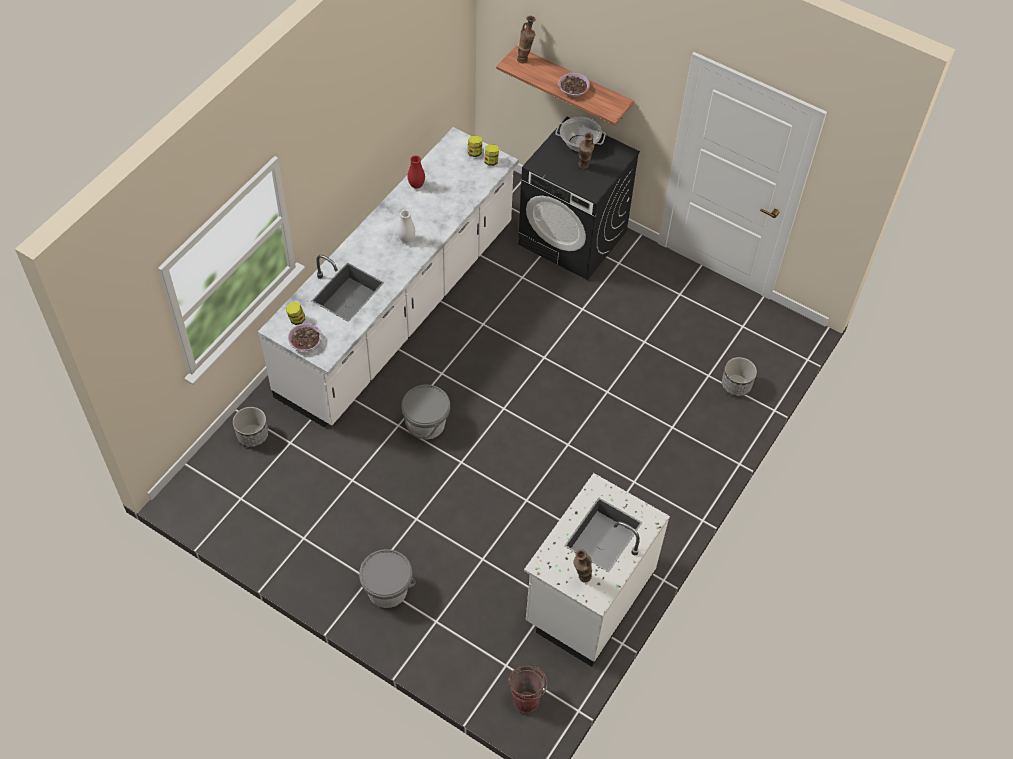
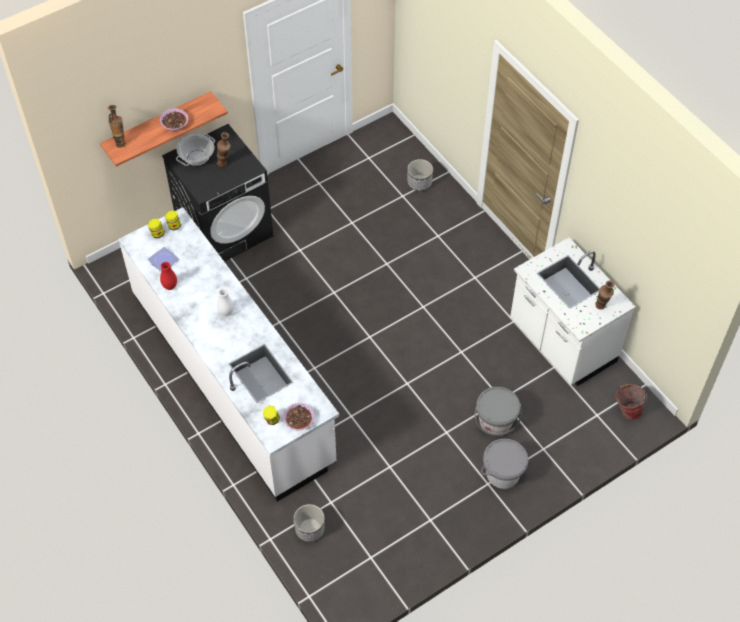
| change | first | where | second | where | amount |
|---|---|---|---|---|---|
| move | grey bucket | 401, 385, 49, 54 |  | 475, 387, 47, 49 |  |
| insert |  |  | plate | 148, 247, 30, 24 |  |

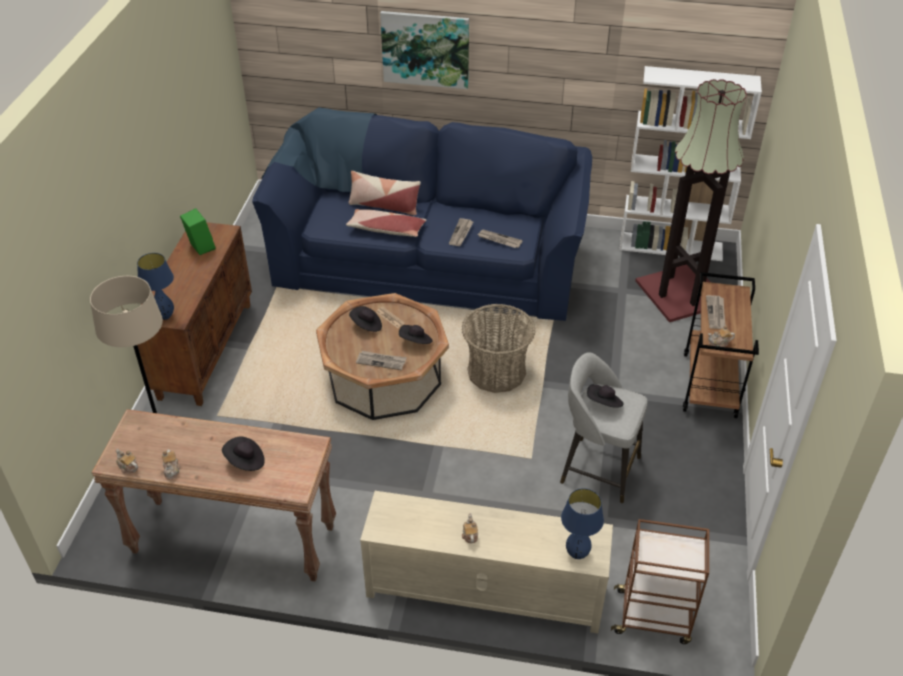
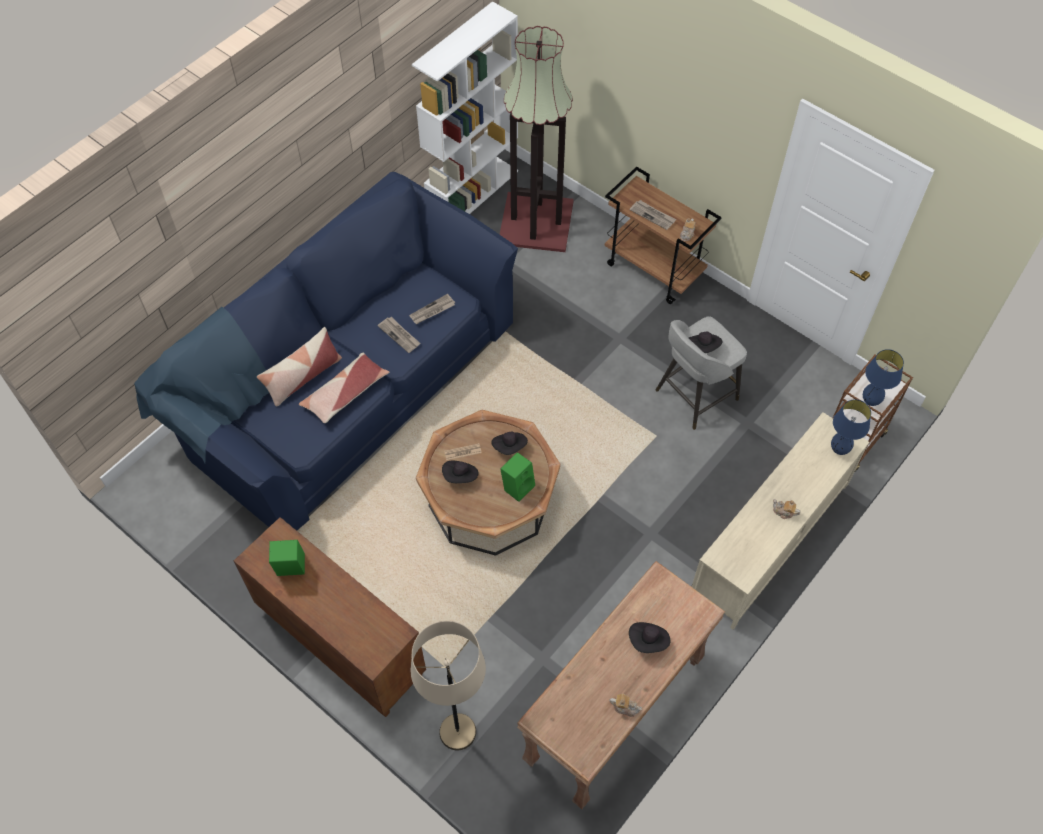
| change | first | where | second | where | amount |
|---|---|---|---|---|---|
| delete | picture | 380, 11, 89, 78 |  |  |  |
| move | blue table lamp | 137, 253, 37, 67 |  | 863, 349, 41, 57 |  |
| delete | basket | 462, 304, 74, 89 |  |  |  |
| replace | newspaper | 356, 351, 51, 19 | green speaker | 500, 452, 35, 50 |  |
| delete | teapot | 115, 449, 23, 25 |  |  |  |

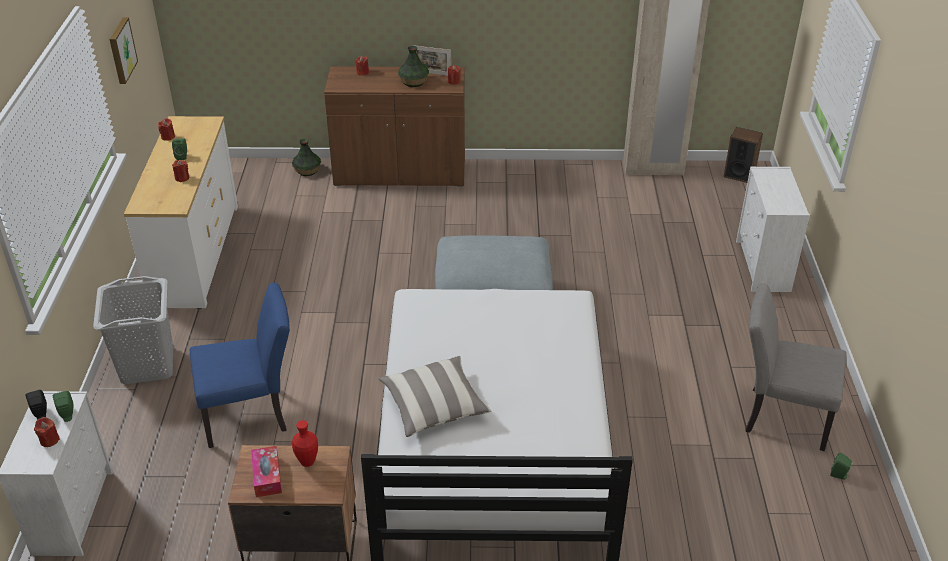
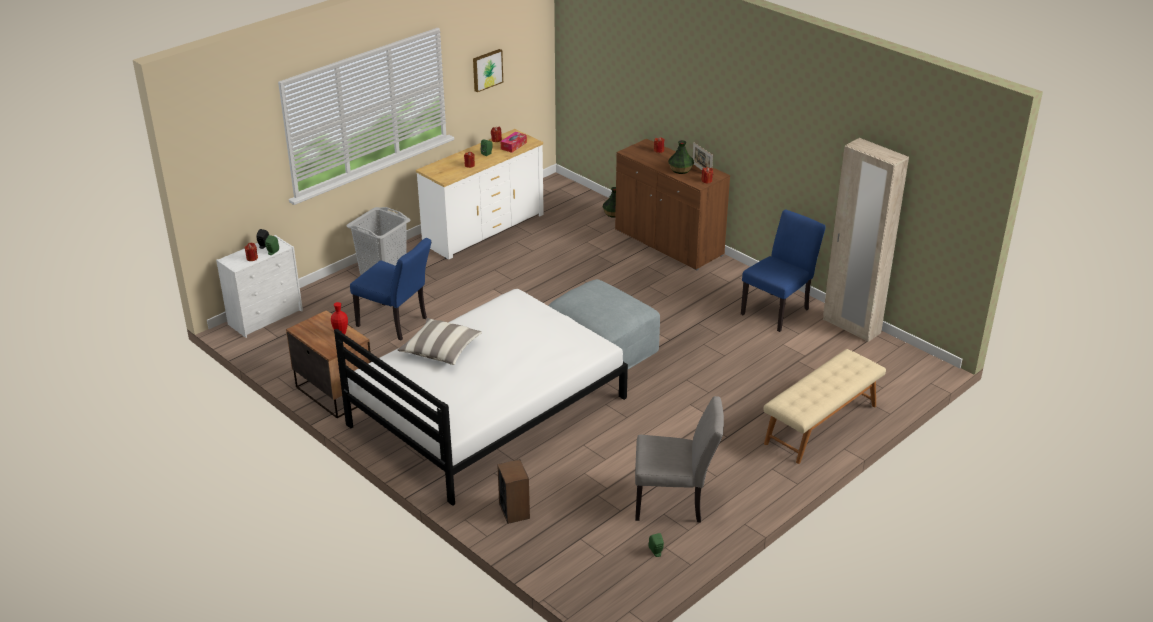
| change | first | where | second | where | amount |
|---|---|---|---|---|---|
| move | speaker | 724, 127, 39, 56 |  | 497, 459, 33, 65 |  |
| replace | white dresser | 736, 167, 74, 125 | beige bench | 763, 349, 123, 115 |  |
| rotate | grey chair | 745, 284, 101, 167 |  | 635, 396, 89, 127 | 120 degrees clockwise |
| move | tissue box | 251, 446, 31, 51 |  | 501, 132, 26, 21 |  |
| insert |  |  | blue chair | 741, 209, 85, 123 |  |

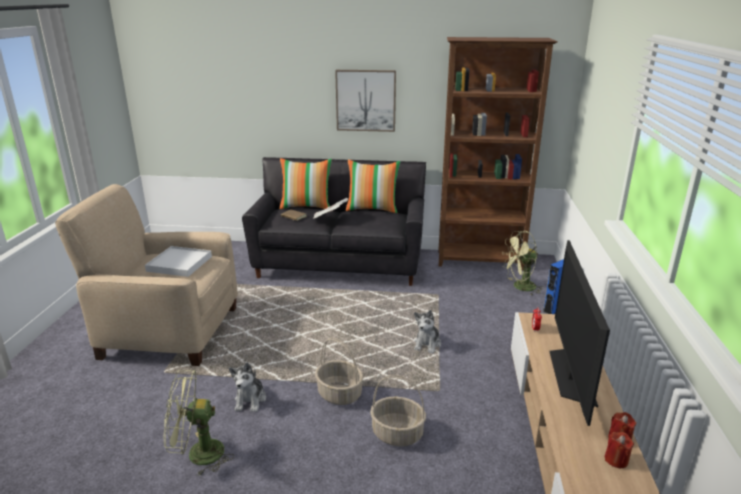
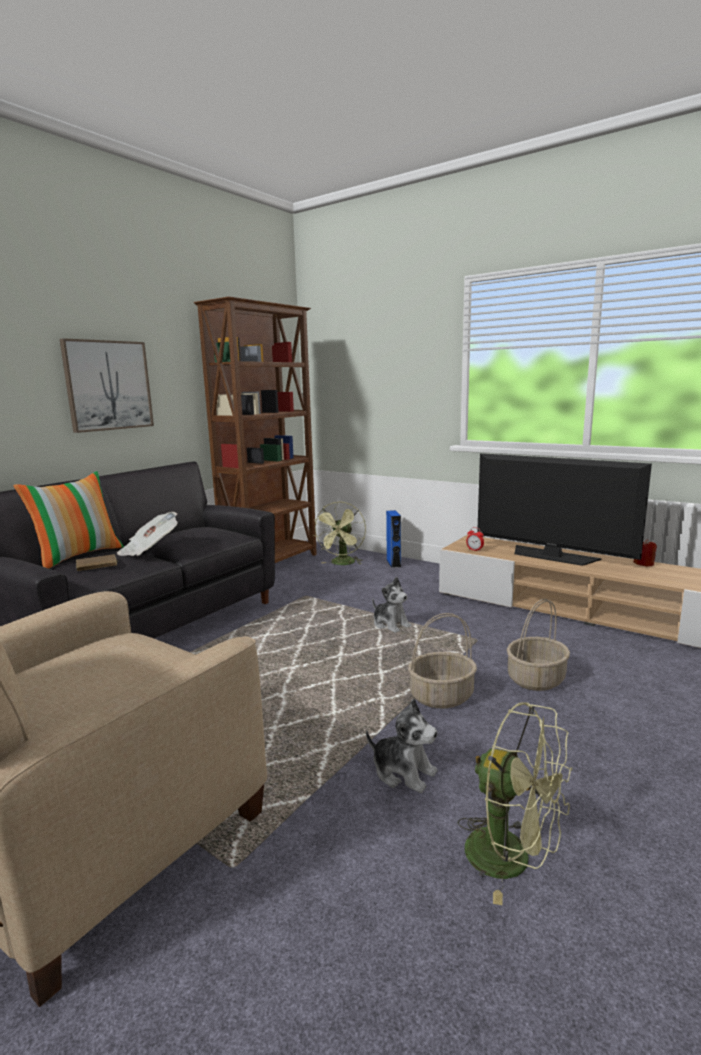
| change | first | where | second | where | amount |
|---|---|---|---|---|---|
| delete | pillow | 346, 160, 54, 53 |  |  |  |
| delete | white tray | 145, 246, 67, 31 |  |  |  |
| rotate | green fan | 164, 370, 70, 107 |  | 458, 703, 114, 202 | 75 degrees counterclockwise |
| delete | red candle | 605, 432, 29, 36 |  |  |  |

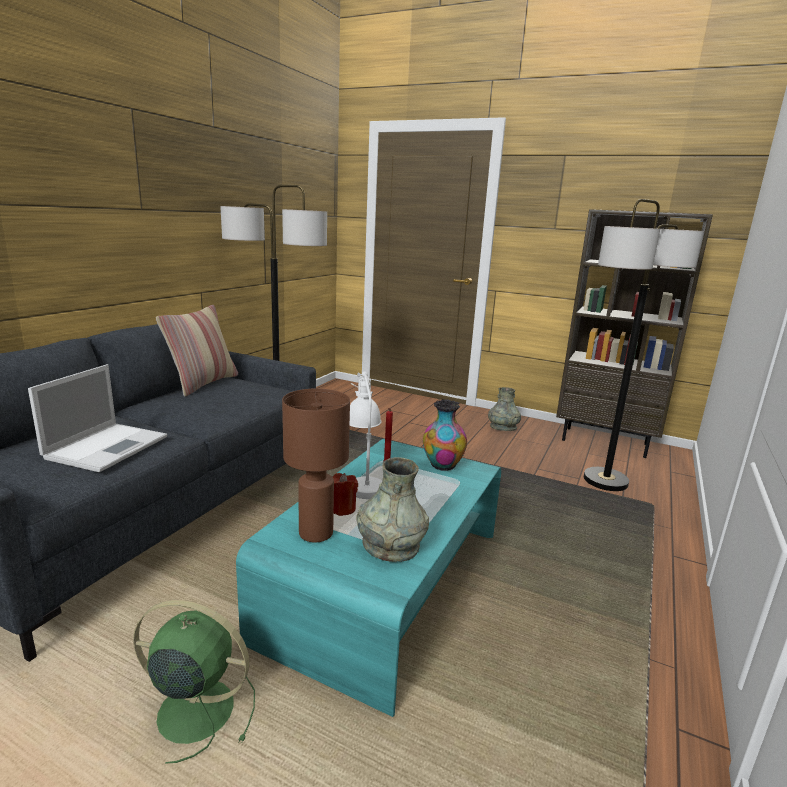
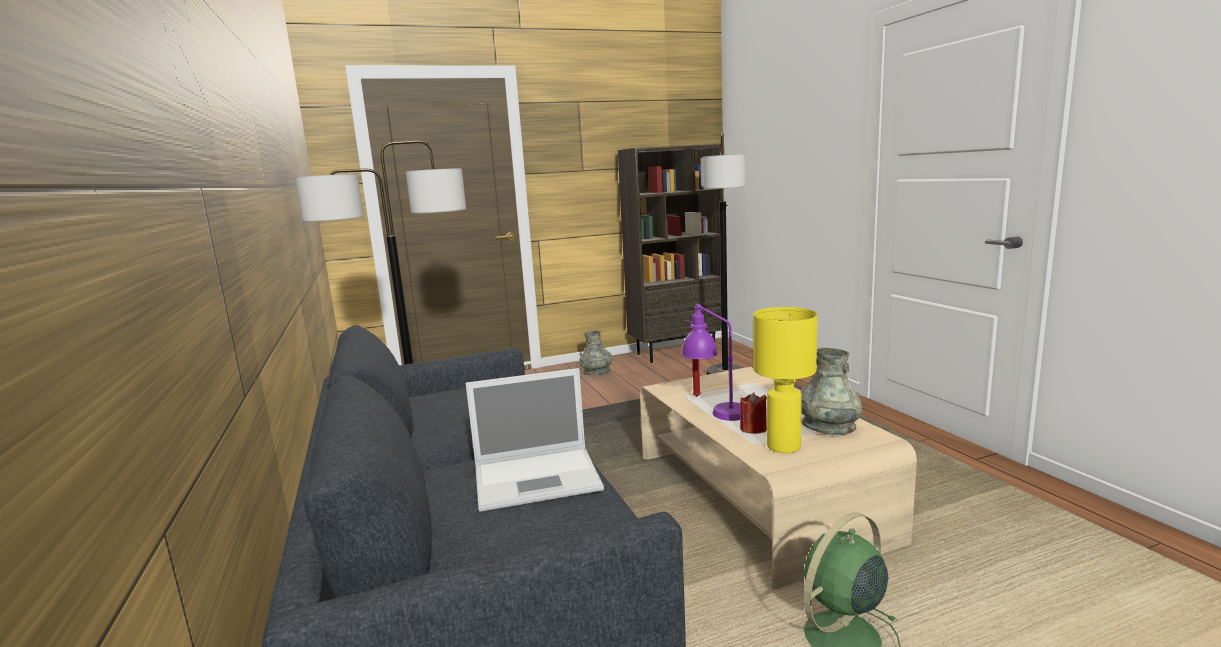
| change | first | where | second | where | amount |
|---|---|---|---|---|---|
| delete | pillow | 156, 305, 82, 92 |  |  |  |
| rotate | laptop | 28, 364, 139, 108 |  | 466, 368, 138, 144 | 105 degrees clockwise |
| recolor | white table lamp | 350, 372, 32, 127 | purple table lamp | 681, 304, 59, 117 |  |
| recolor | brown table lamp | 282, 388, 68, 154 | yellow table lamp | 753, 307, 65, 146 |  |
| delete | vase | 423, 399, 44, 72 |  |  |  |
| recolor | turquoise coffee table | 236, 439, 265, 278 | beige coffee table | 640, 367, 277, 222 |  |

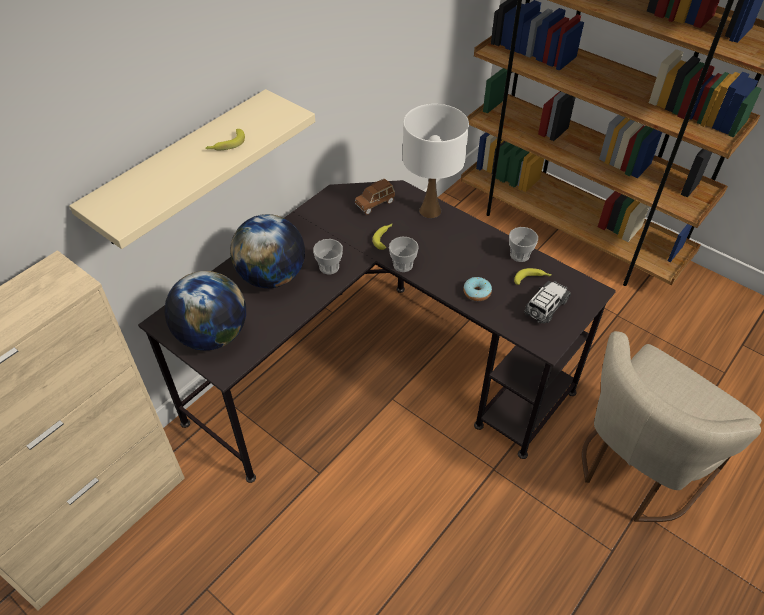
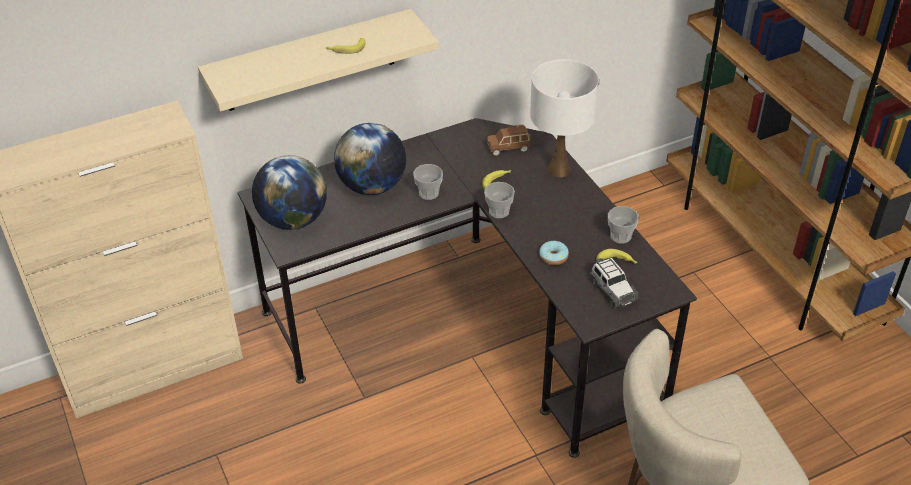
| change | first | where | second | where | amount |
|---|---|---|---|---|---|
| rotate | toy car | 524, 281, 47, 43 |  | 589, 258, 50, 50 | 90 degrees clockwise |

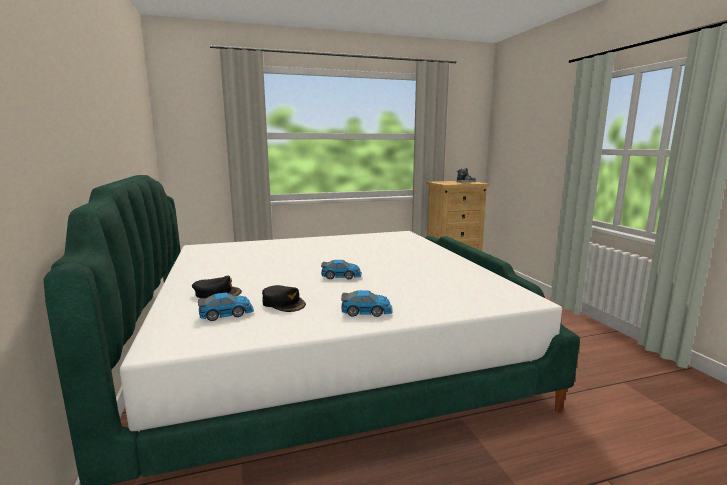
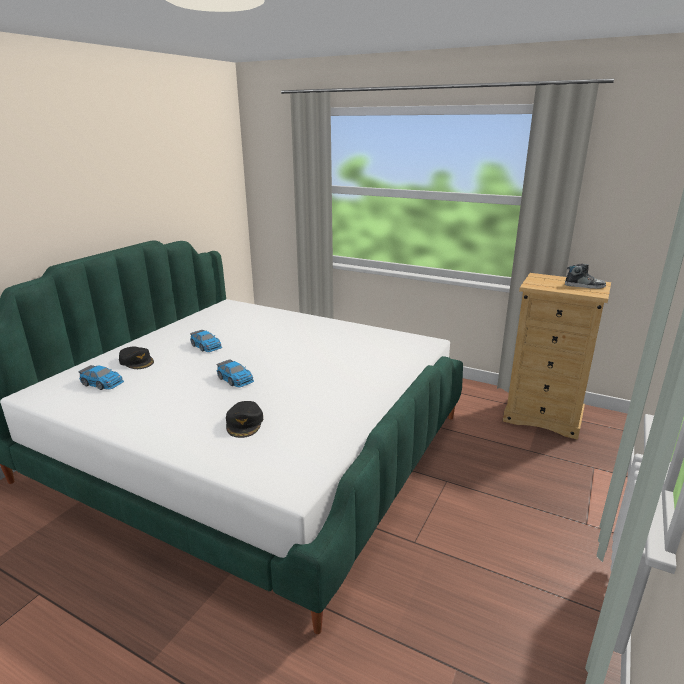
| change | first | where | second | where | amount |
|---|---|---|---|---|---|
| move | black cap | 262, 285, 44, 27 |  | 226, 401, 37, 37 |  |
| move | toy car | 341, 290, 51, 27 |  | 190, 330, 32, 22 |  |

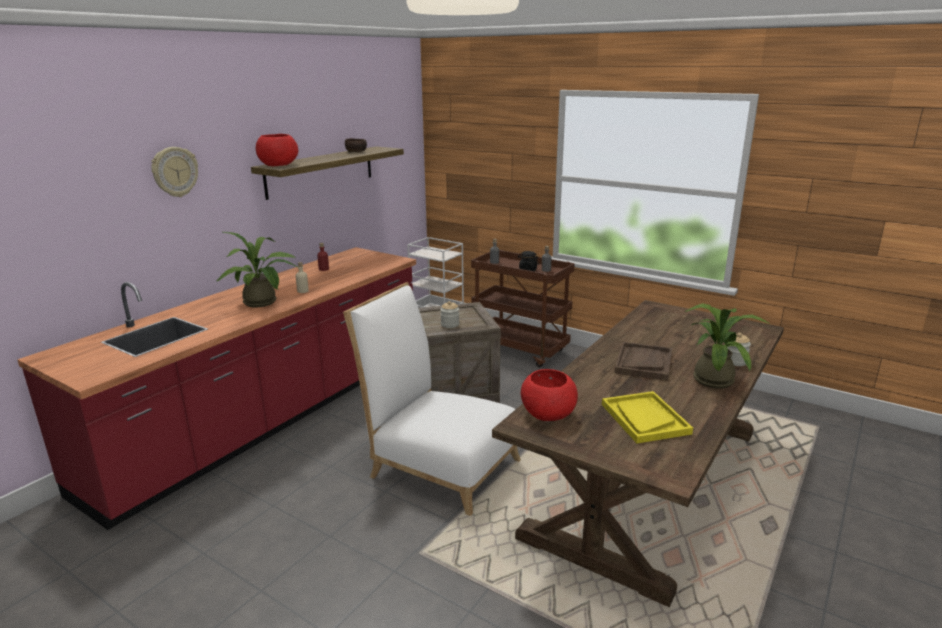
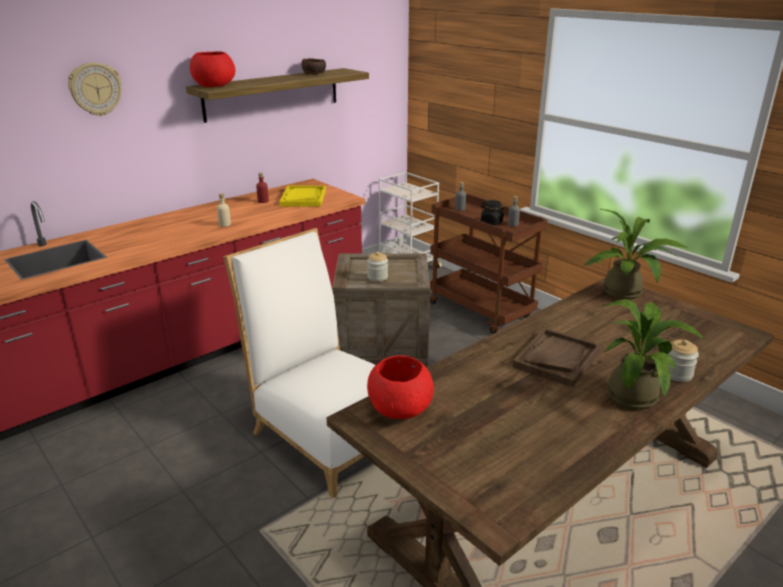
| change | first | where | second | where | amount |
|---|---|---|---|---|---|
| move | potted plant | 217, 232, 82, 76 |  | 584, 208, 103, 92 |  |
| move | yellow tray | 602, 391, 91, 52 |  | 279, 186, 47, 21 |  |

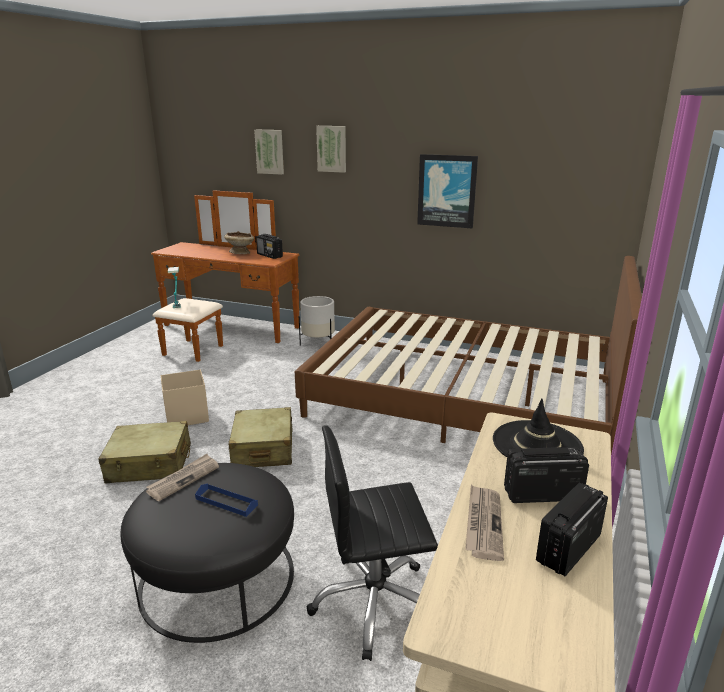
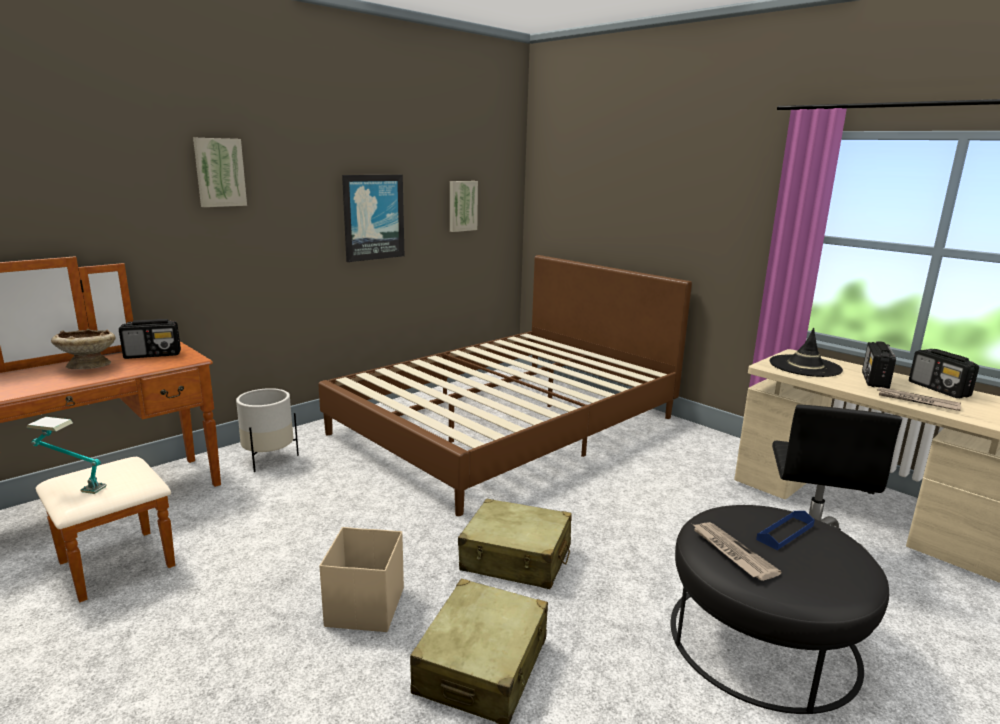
| change | first | where | second | where | amount |
|---|---|---|---|---|---|
| move | picture | 254, 130, 30, 45 |  | 450, 181, 28, 51 |  |

